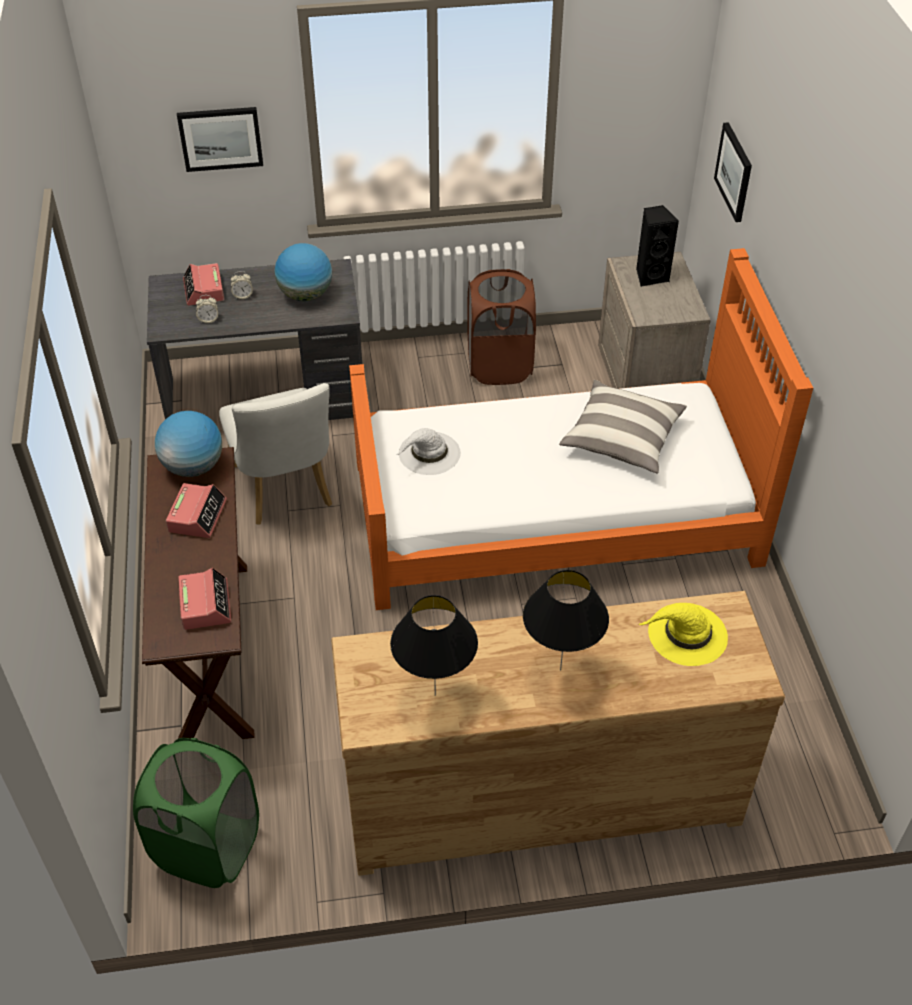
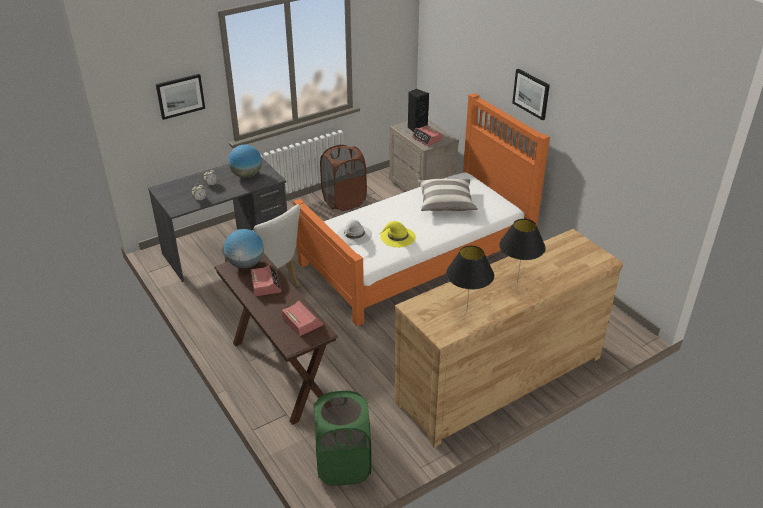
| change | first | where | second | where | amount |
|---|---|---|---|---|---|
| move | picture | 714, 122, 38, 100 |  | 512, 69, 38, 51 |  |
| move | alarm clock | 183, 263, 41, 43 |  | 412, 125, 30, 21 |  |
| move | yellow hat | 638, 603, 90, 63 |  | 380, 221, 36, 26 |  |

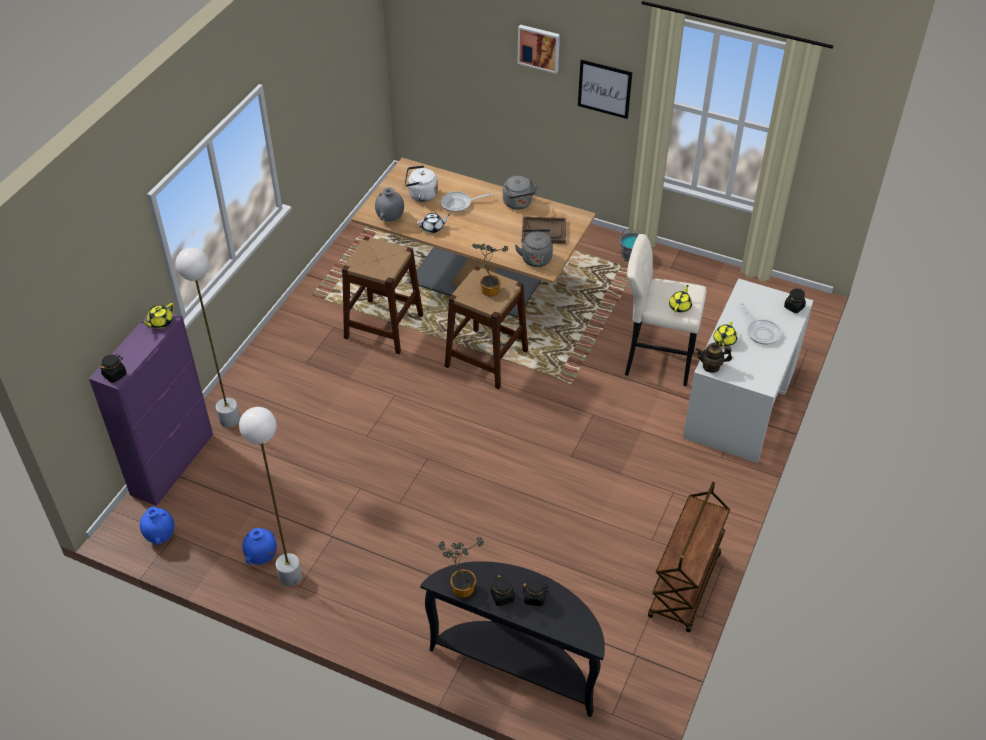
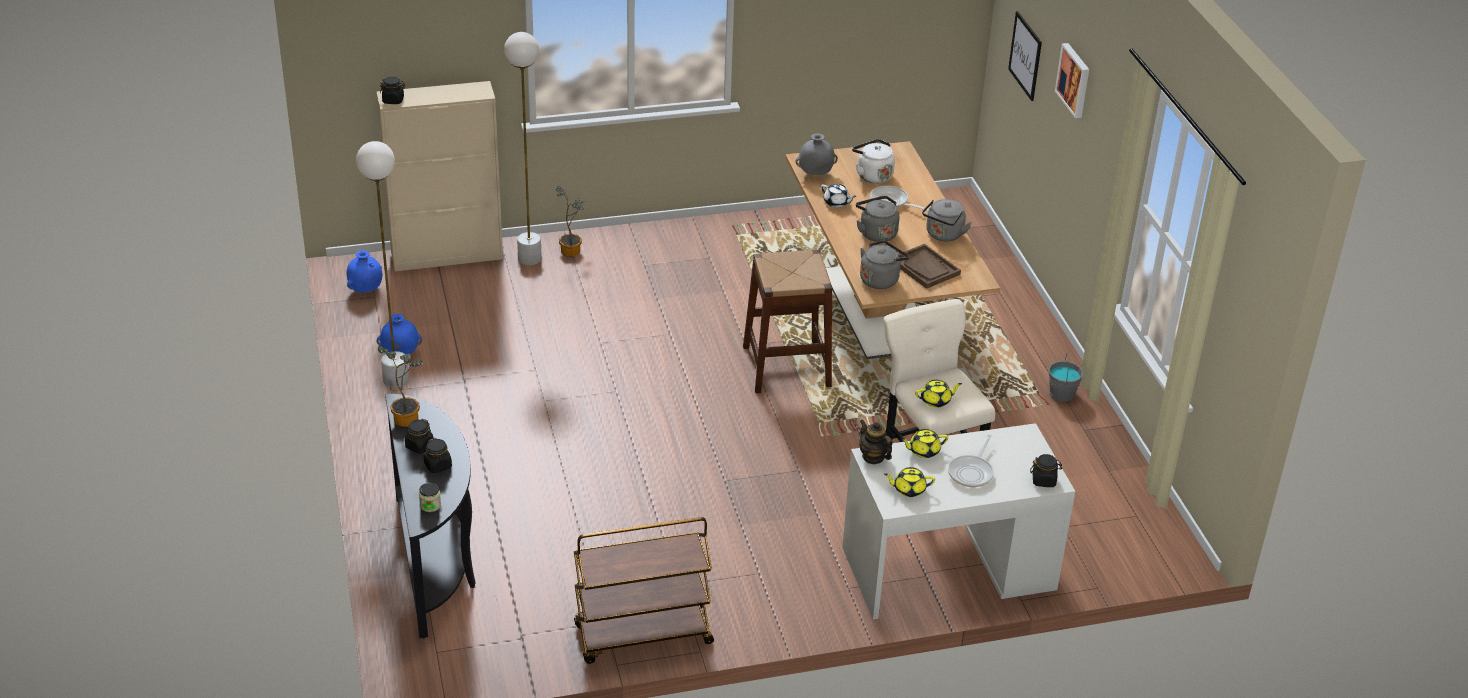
| change | first | where | second | where | amount |
|---|---|---|---|---|---|
| move | picture | 578, 59, 54, 60 |  | 1008, 11, 34, 90 |  |
| delete | brown stool | 342, 236, 81, 118 |  |  |  |
| move | potted plant | 472, 244, 36, 52 |  | 556, 186, 31, 71 |  |
| move | yellow teapot | 141, 303, 33, 26 |  | 884, 467, 51, 30 |  |
| recolor | purple cabinet | 89, 313, 124, 193 | beige cabinet | 377, 81, 126, 190 |  |
| insert |  |  | grey kettle | 856, 196, 43, 46 |  |
| insert |  |  | jar | 419, 483, 22, 29 |  |

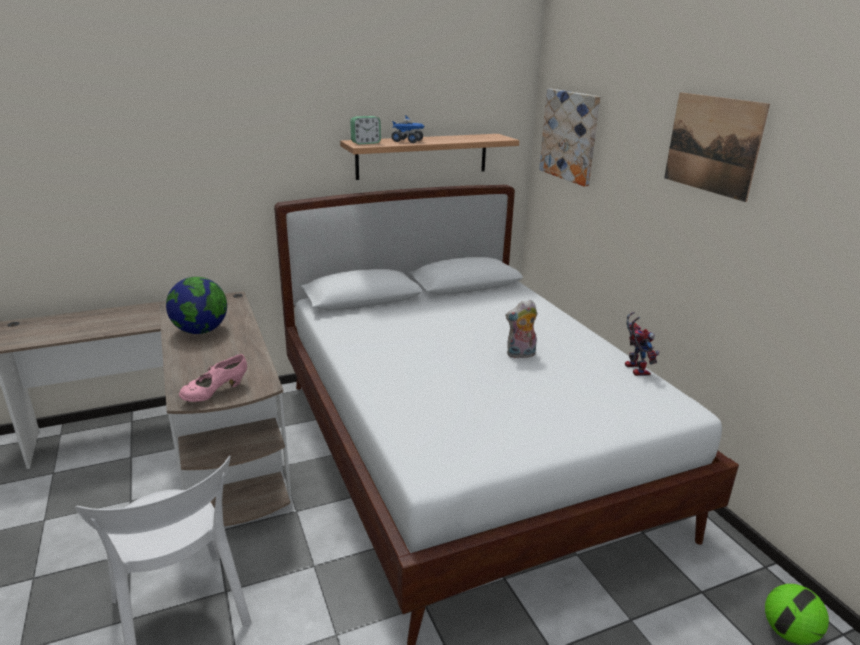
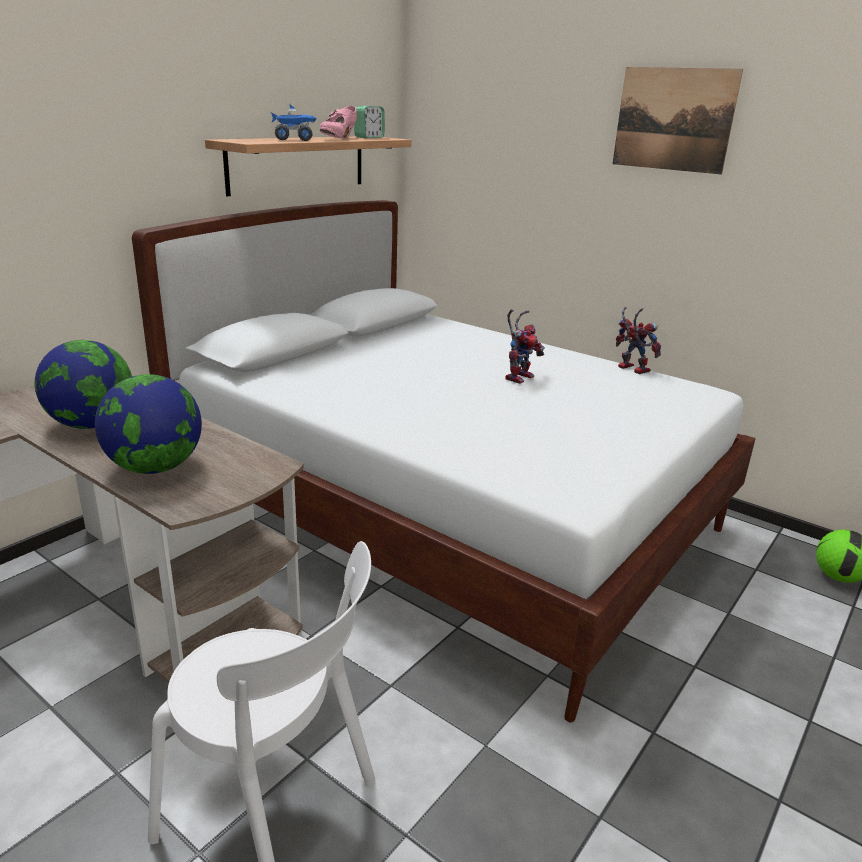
| change | first | where | second | where | amount |
|---|---|---|---|---|---|
| delete | picture | 539, 89, 61, 97 |  |  |  |
| move | alarm clock | 350, 116, 31, 28 |  | 354, 106, 31, 32 |  |
| replace | plush toy | 505, 300, 32, 59 | toy robot | 505, 309, 40, 75 |  |
| move | pink shoe | 179, 354, 68, 48 |  | 320, 106, 37, 32 |  |
| insert |  |  | globe | 95, 374, 107, 100 |  |

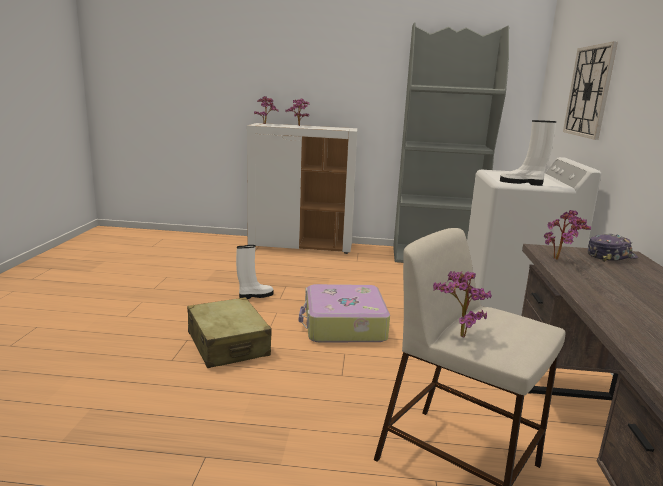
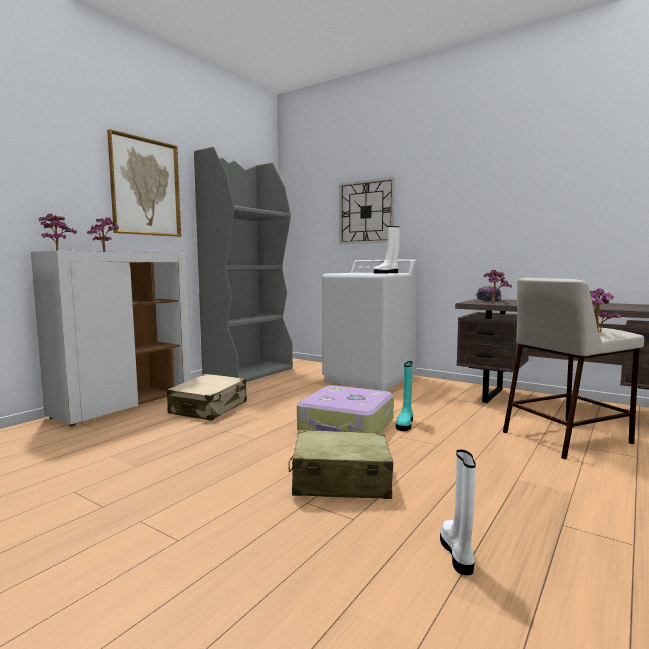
| change | first | where | second | where | amount |
|---|---|---|---|---|---|
| move | white boot | 236, 245, 38, 54 |  | 440, 450, 36, 125 |  |
| insert |  |  | picture | 107, 129, 74, 108 |  |
| insert |  |  | turquoise boot | 396, 361, 17, 70 |  |
| insert |  |  | beige suitcase | 167, 374, 80, 47 |  |

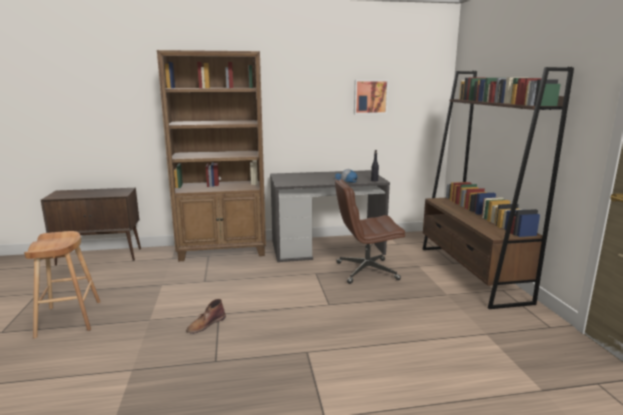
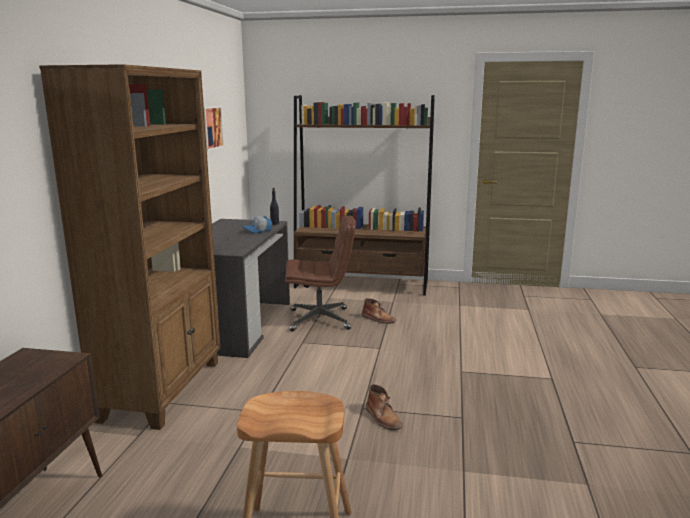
| change | first | where | second | where | amount |
|---|---|---|---|---|---|
| rotate | brown office chair | 335, 179, 70, 105 |  | 285, 215, 71, 117 | 105 degrees counterclockwise |
| insert |  |  | brown boot | 362, 298, 34, 26 |  |

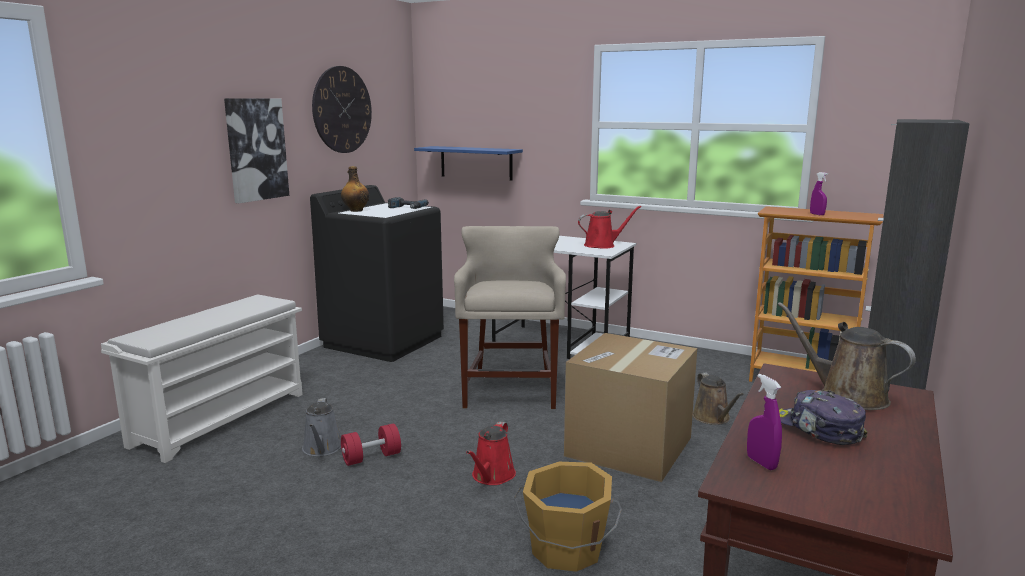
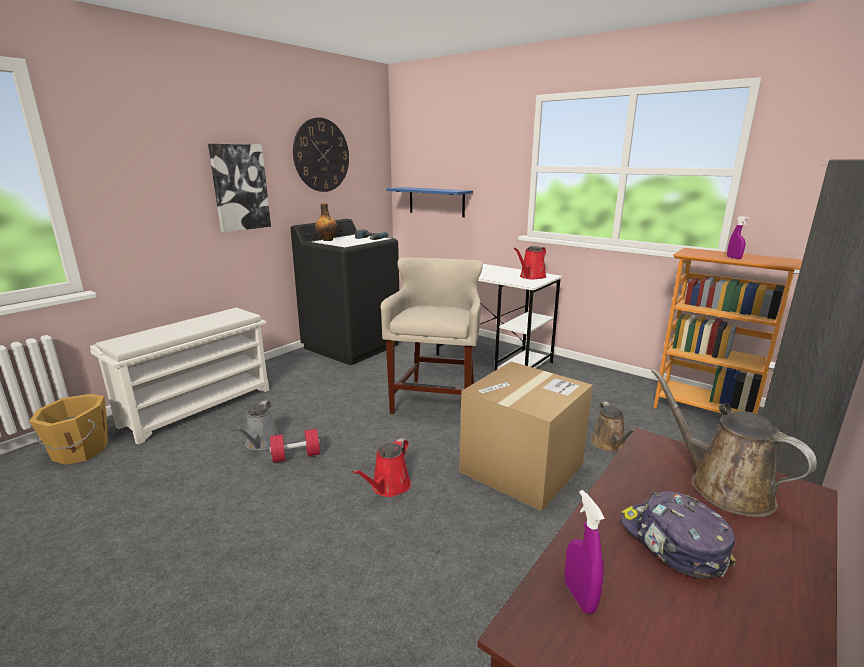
| change | first | where | second | where | amount |
|---|---|---|---|---|---|
| rotate | red watering can | 578, 206, 63, 43 |  | 514, 246, 33, 33 | 135 degrees clockwise |
| move | orange bucket | 514, 462, 108, 110 |  | 29, 394, 79, 71 |  |

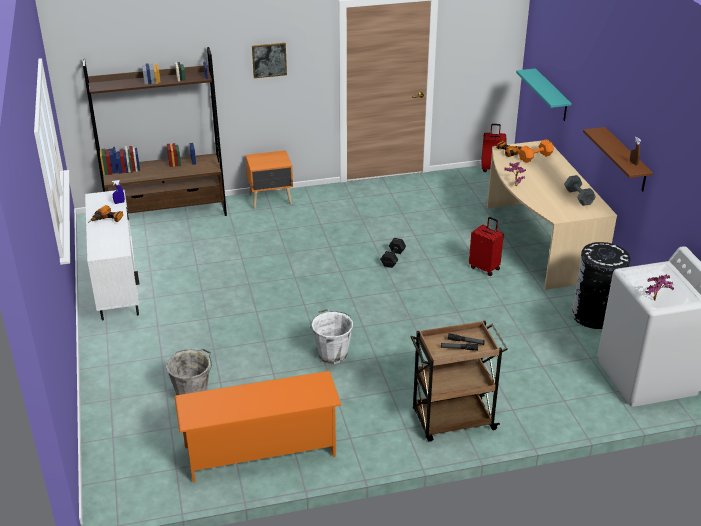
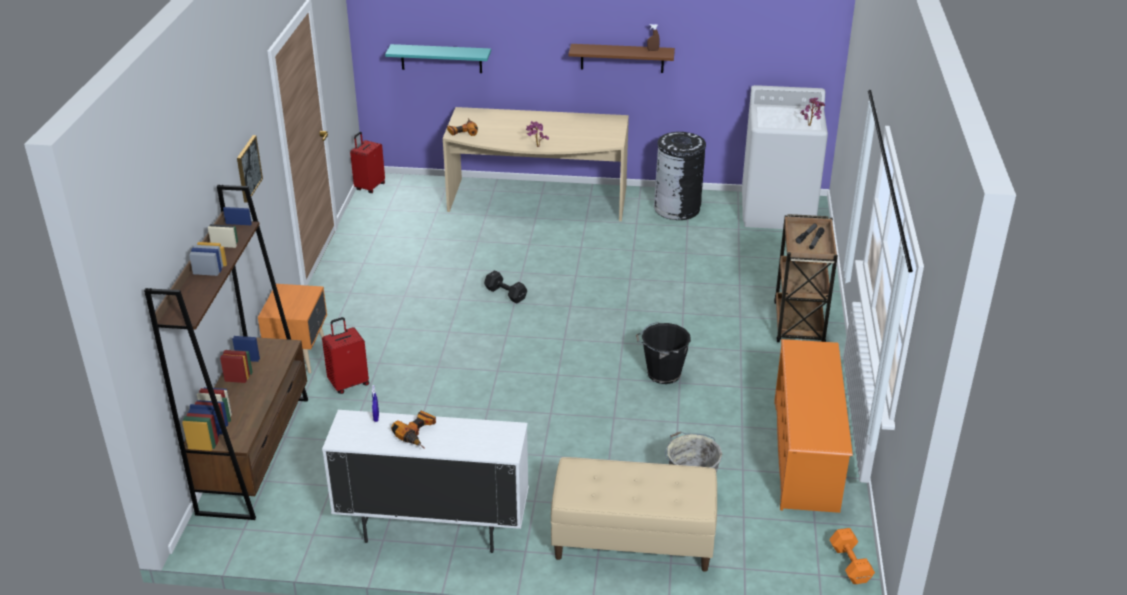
| change | first | where | second | where | amount |
|---|---|---|---|---|---|
| move | orange dumbbell | 519, 139, 35, 24 |  | 829, 528, 46, 56 |  |
| delete | grey dumbbell | 564, 175, 32, 31 |  |  |  |
| move | red suitcase | 469, 217, 35, 59 |  | 322, 317, 47, 77 |  |
| recolor | white bucket | 310, 309, 43, 55 | black bucket | 636, 322, 55, 62 |  |
| insert |  |  | beige bench | 551, 457, 166, 115 |  |

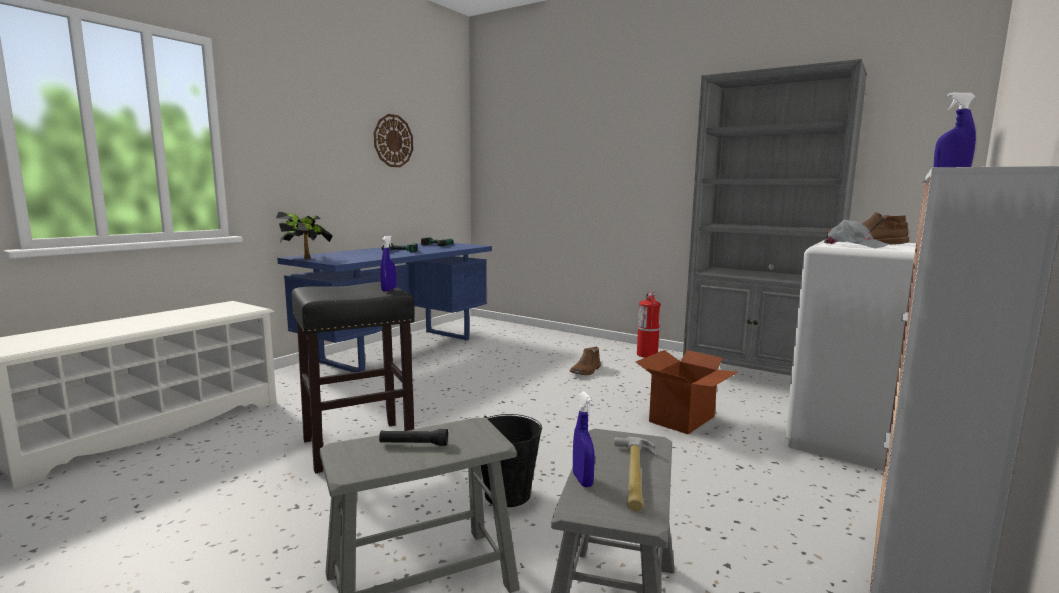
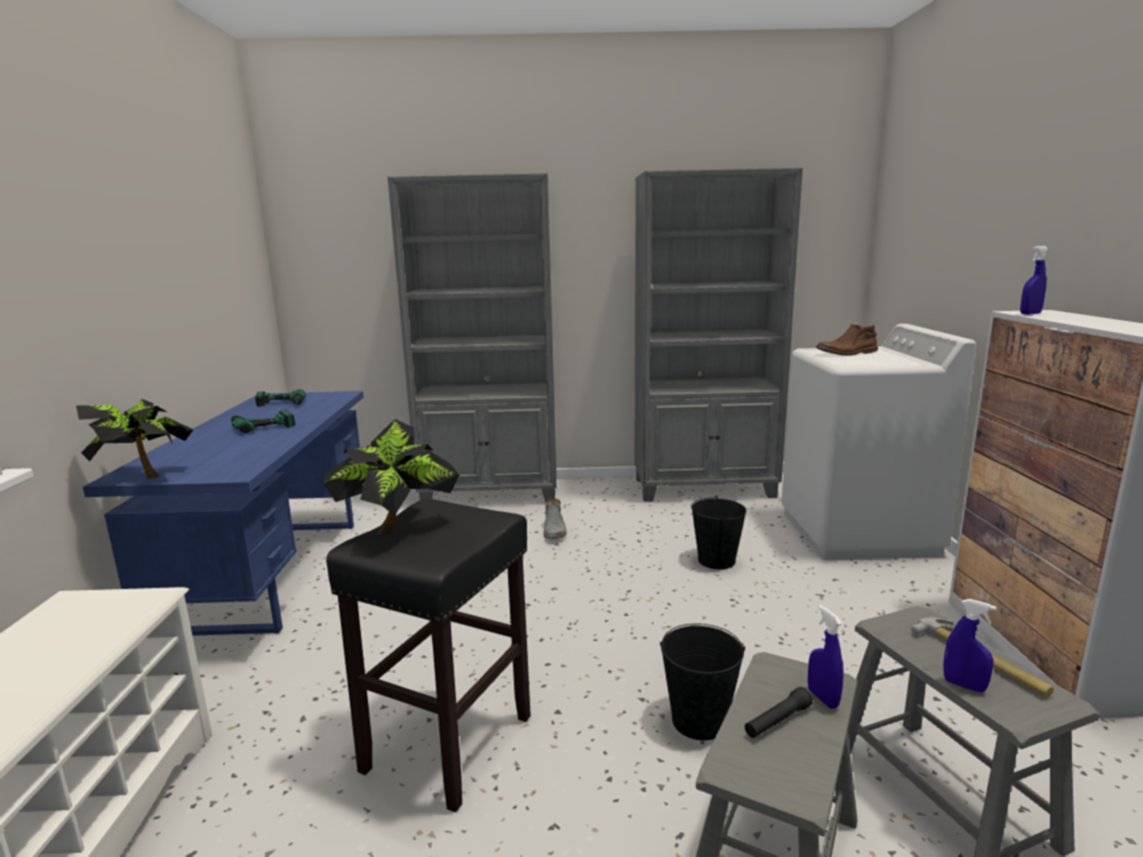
| change | first | where | second | where | amount |
|---|---|---|---|---|---|
| delete | wall clock | 374, 114, 39, 53 |  |  |  |
| delete | grey cap | 824, 219, 65, 29 |  |  |  |
| move | blue spray bottle | 380, 235, 16, 57 |  | 808, 605, 36, 104 |  |
| delete | fire extinguisher | 637, 292, 24, 66 |  |  |  |
| recolor | brown boot | 570, 347, 31, 28 | grey boot | 543, 498, 24, 41 |  |
| replace | cardboard box | 636, 350, 102, 84 | black bucket | 691, 496, 56, 73 |  |
| insert |  |  | grey bookcase | 388, 173, 169, 329 |  |
| insert |  |  | potted plant | 323, 419, 137, 116 |  |

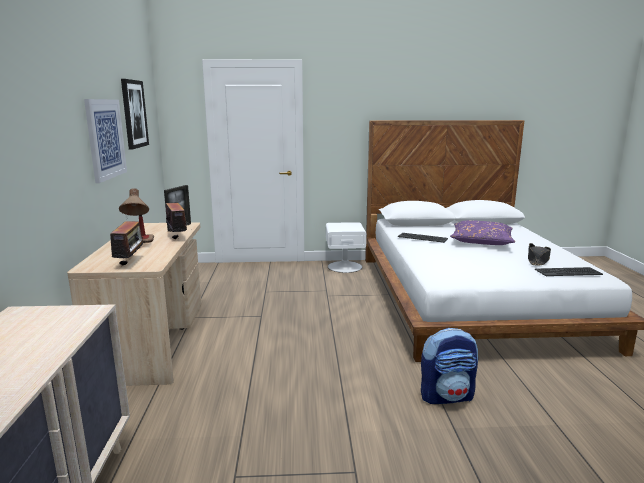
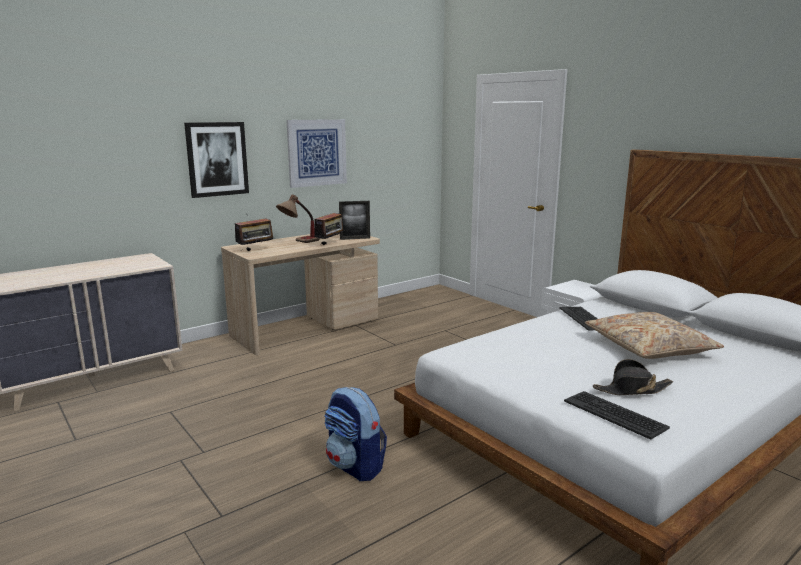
| change | first | where | second | where | amount |
|---|---|---|---|---|---|
| move | picture | 121, 79, 28, 71 |  | 184, 122, 65, 76 |  |
| recolor | purple pillow | 450, 220, 66, 25 | beige pillow | 585, 312, 139, 47 |  |

